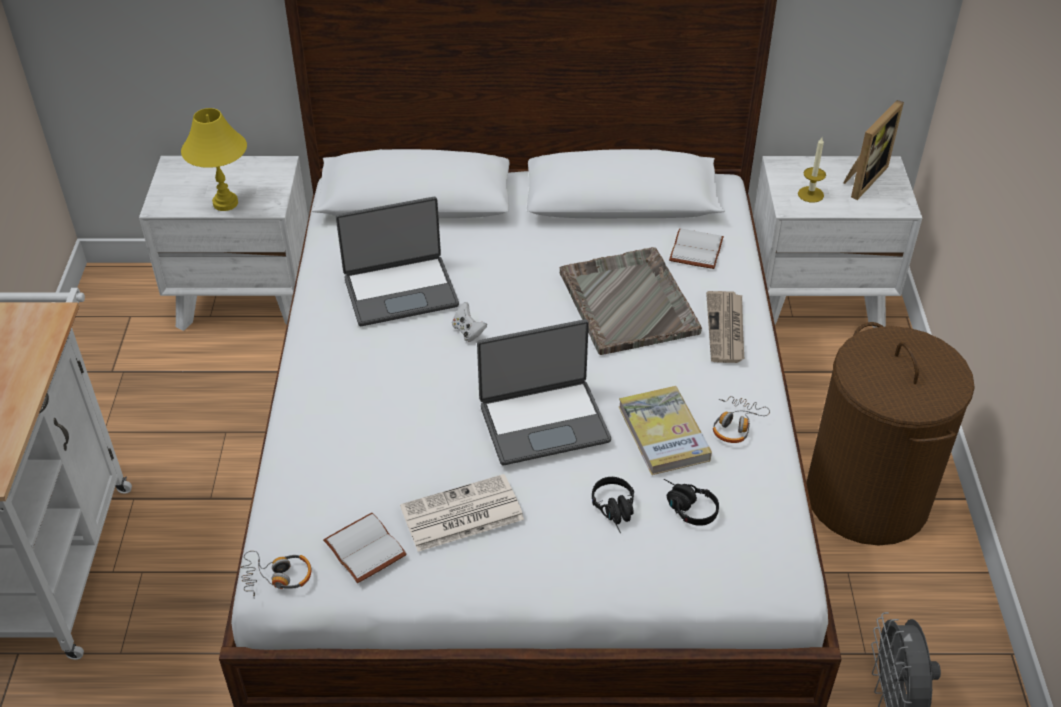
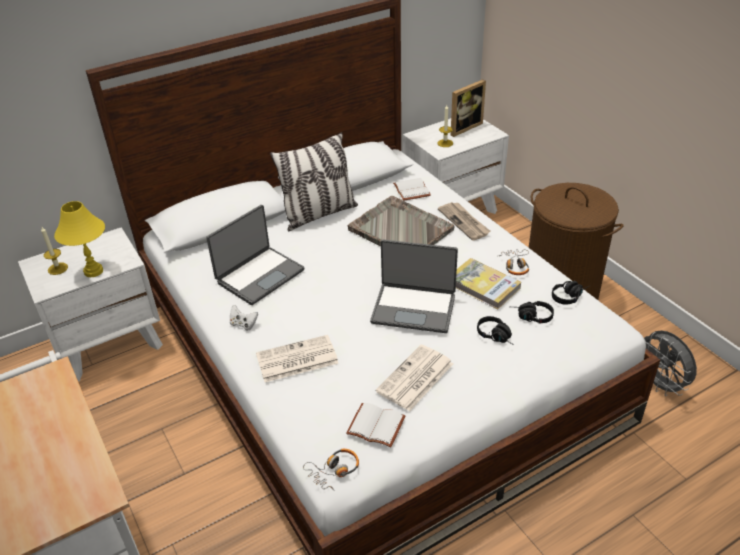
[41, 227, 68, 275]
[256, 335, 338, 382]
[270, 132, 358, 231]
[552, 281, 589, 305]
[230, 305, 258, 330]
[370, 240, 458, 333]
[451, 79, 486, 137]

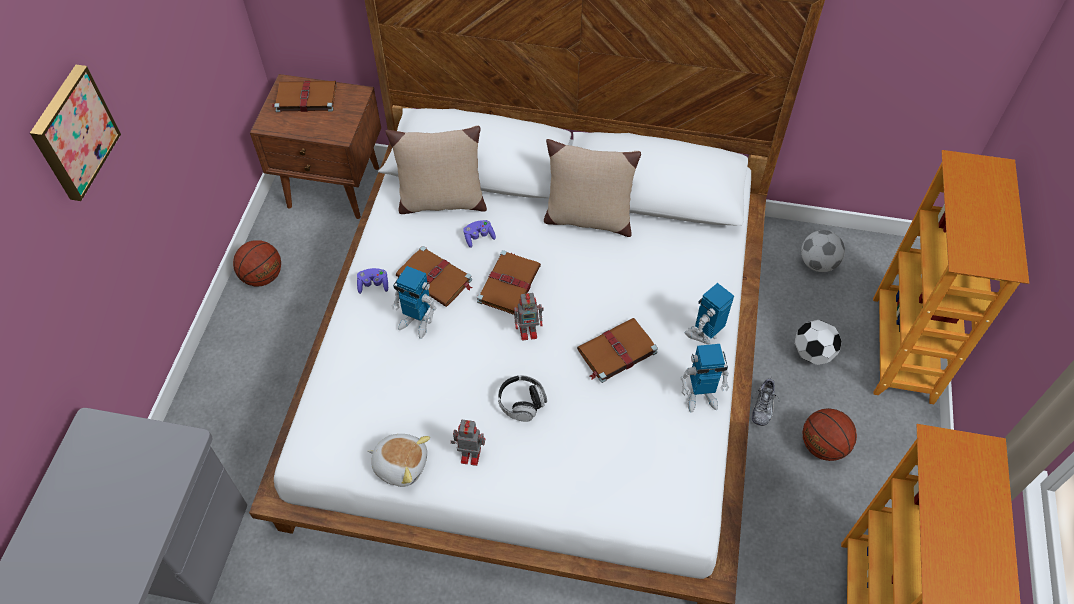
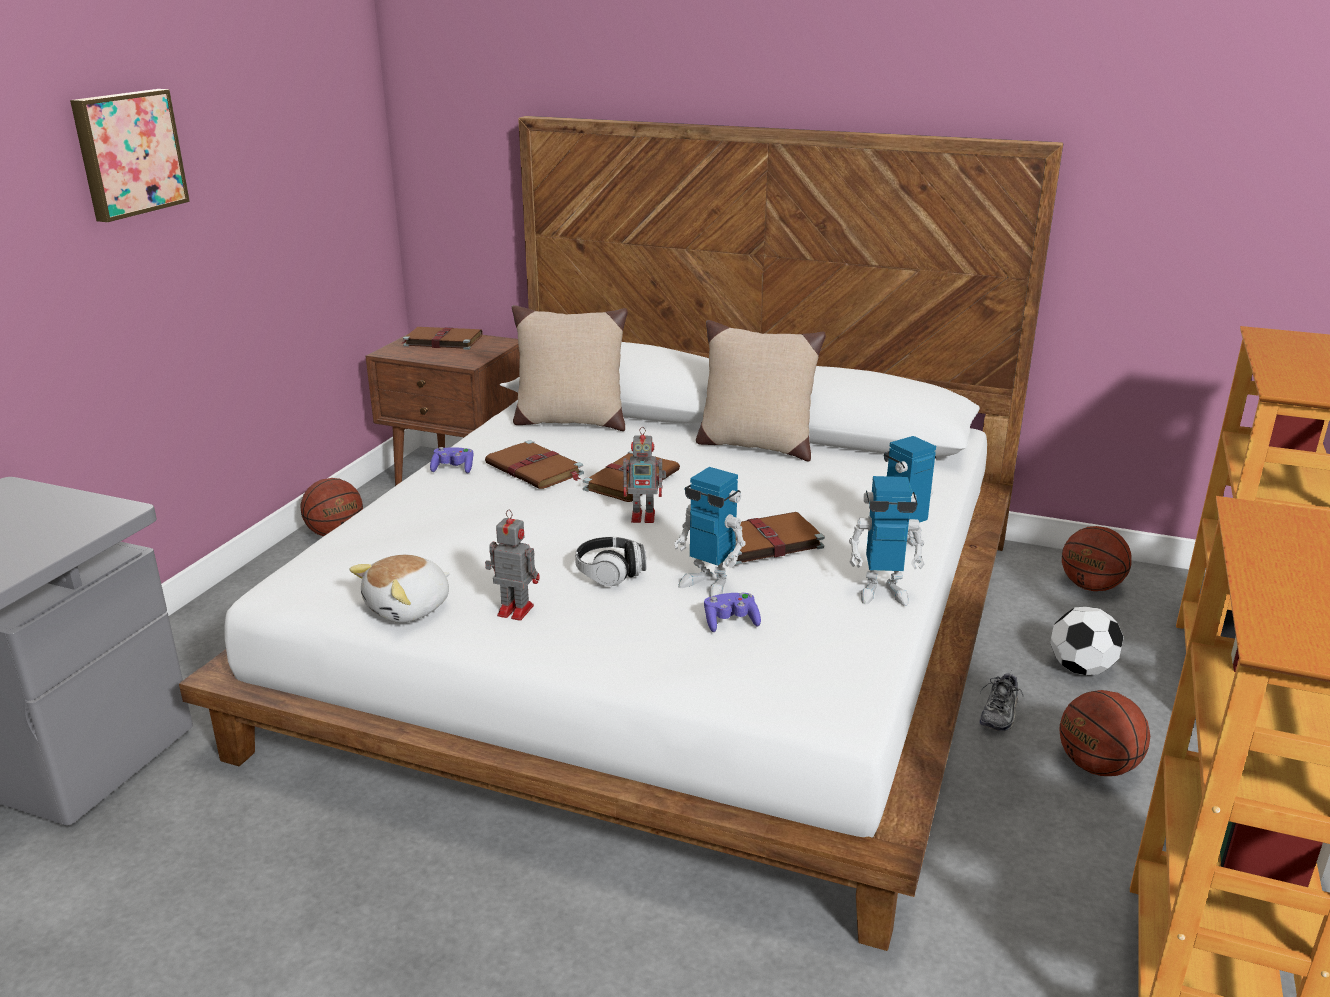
[674, 467, 746, 597]
[704, 593, 761, 632]
[1062, 526, 1132, 591]
[349, 555, 450, 623]

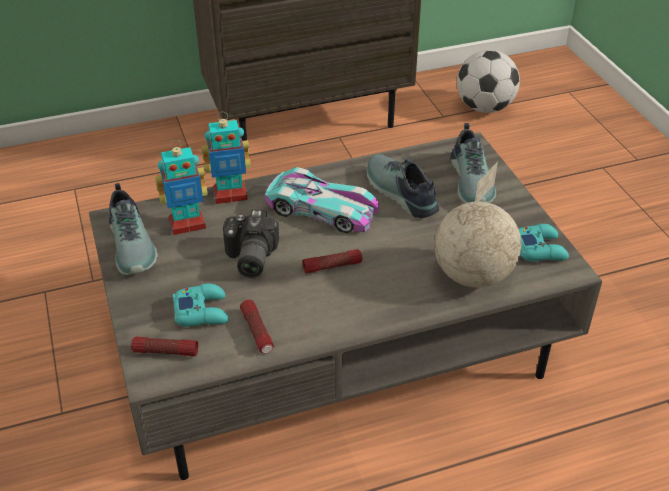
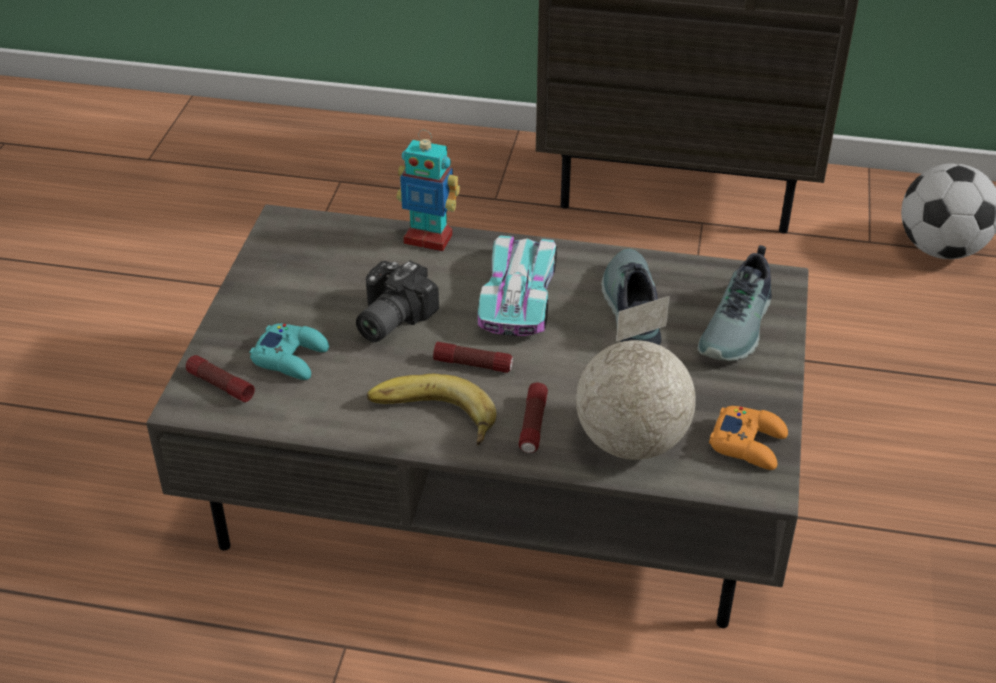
[109, 183, 158, 275] (first image)
[155, 140, 208, 235] (first image)
[367, 374, 496, 445]
[519, 382, 548, 453]
[709, 406, 788, 470]
[478, 235, 557, 336]

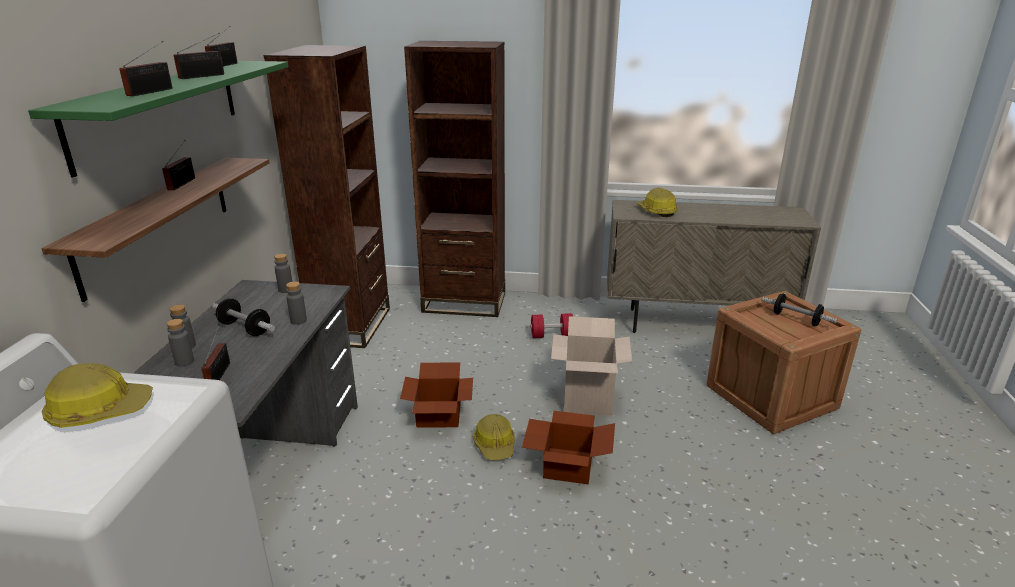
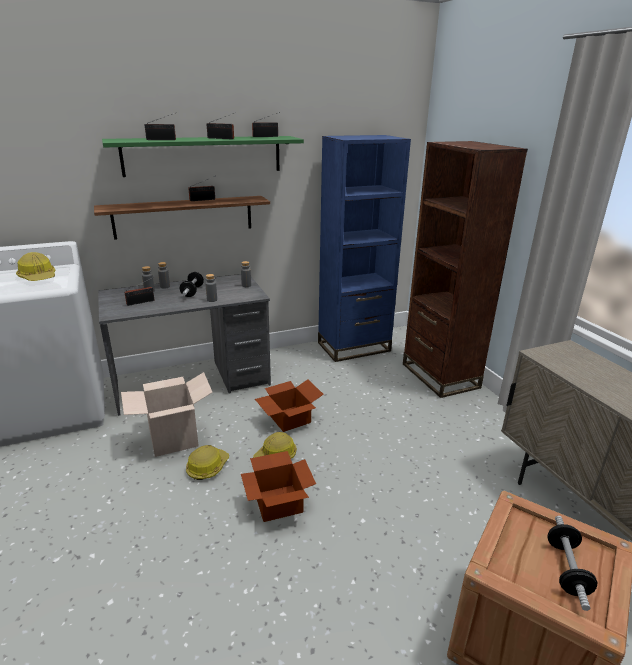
[530, 313, 573, 338] (first image)
[121, 372, 213, 457]
[186, 445, 229, 480]
[318, 135, 411, 362]

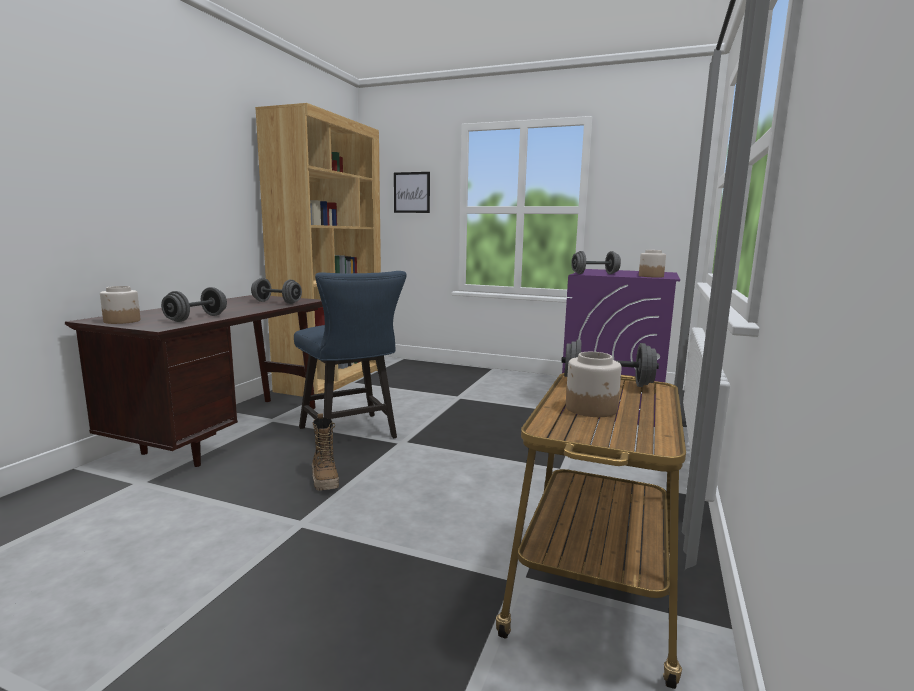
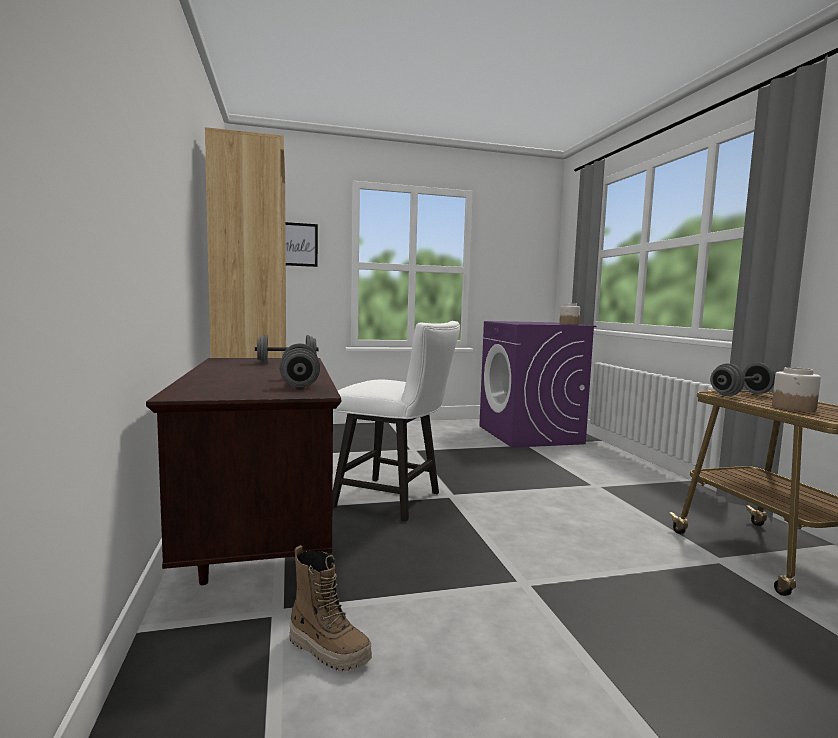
[100, 286, 140, 324] (first image)
[571, 251, 621, 274] (first image)
[289, 545, 372, 671]
[332, 321, 460, 522]

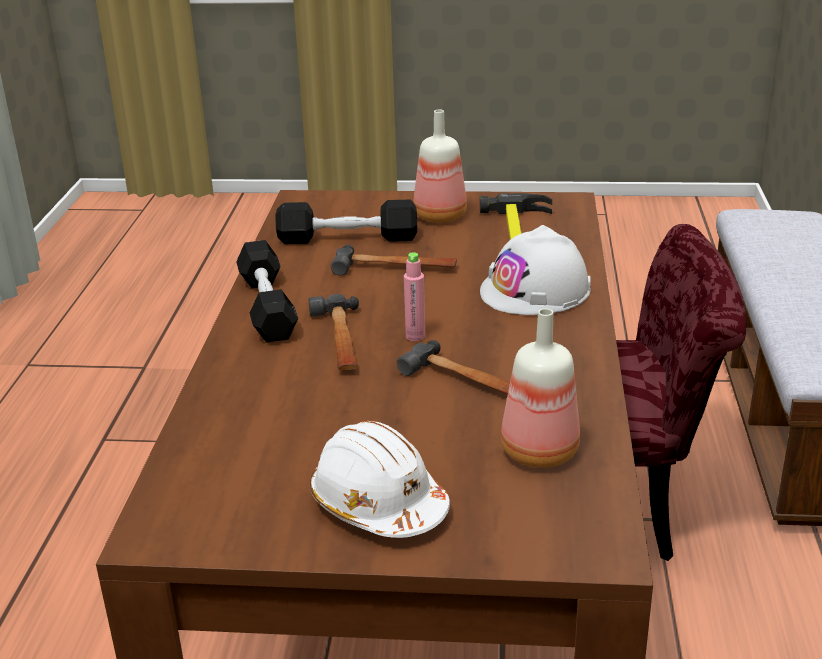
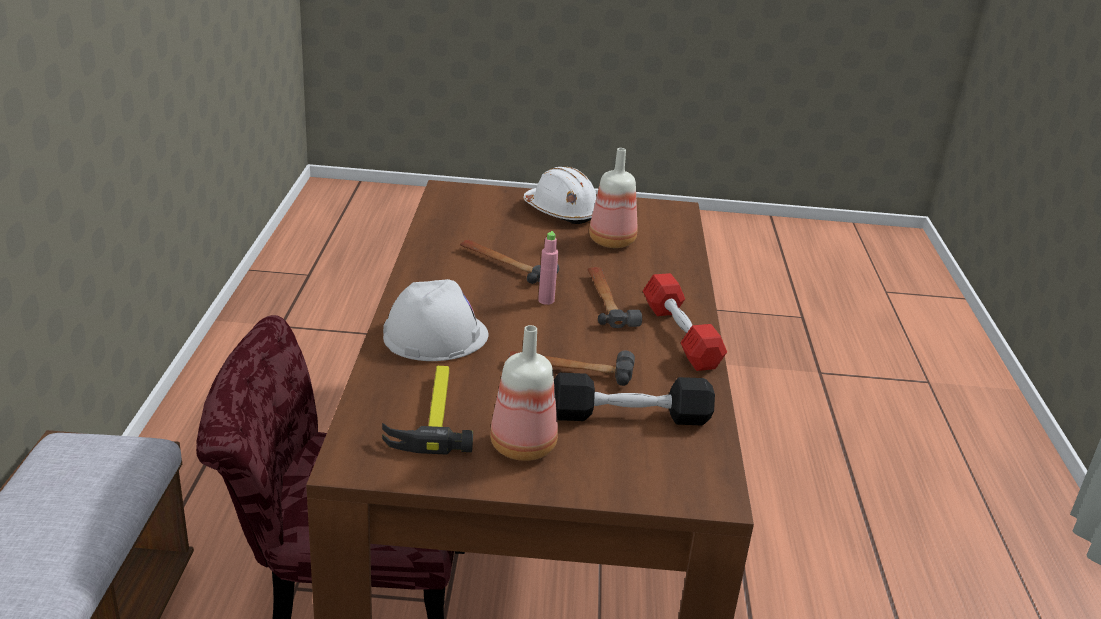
[589, 148, 637, 248]
[643, 273, 727, 371]

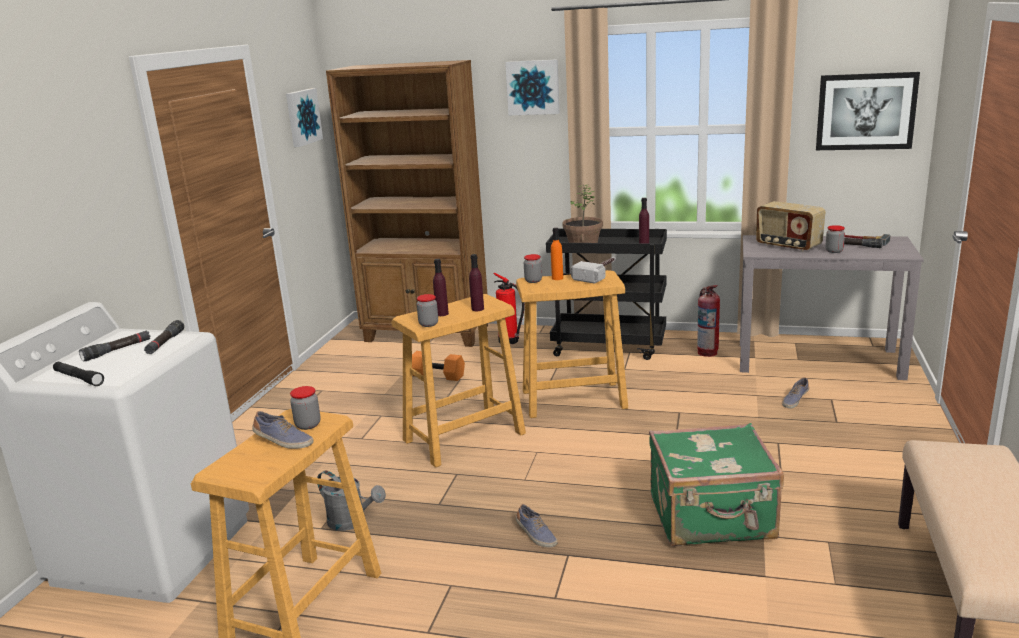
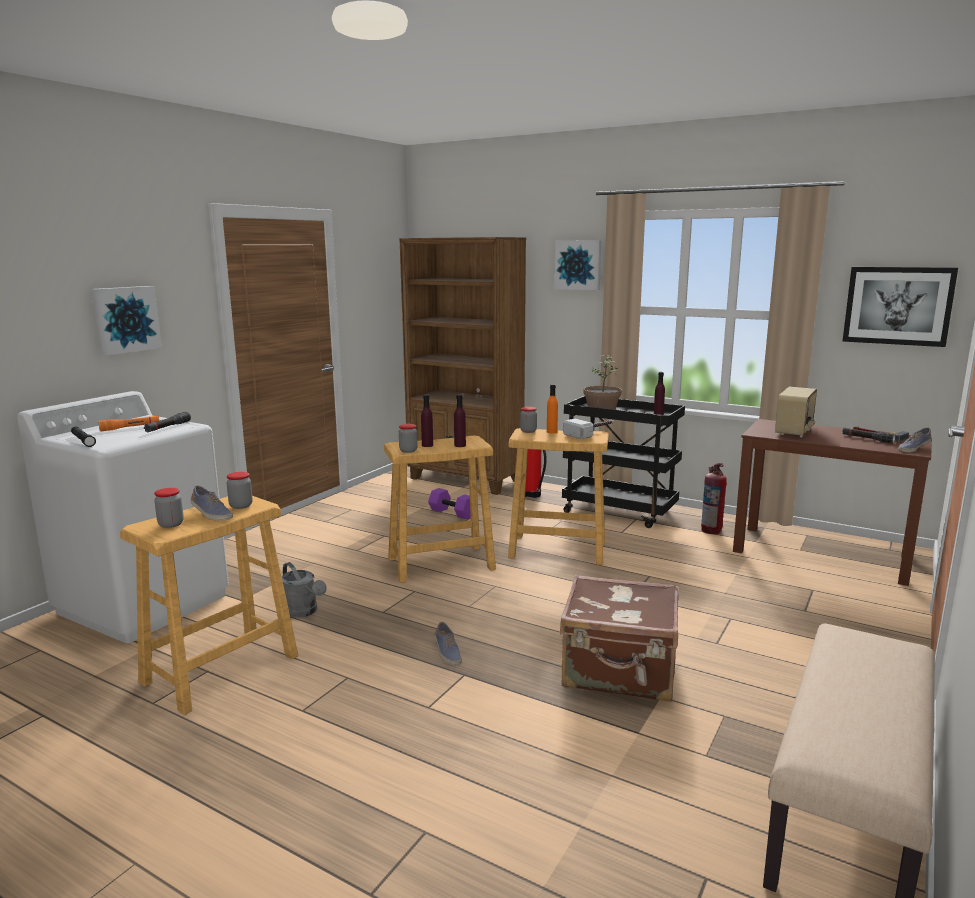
[91, 286, 162, 356]
[898, 427, 931, 453]
[154, 488, 184, 528]
[98, 416, 160, 431]
[428, 488, 471, 519]
[560, 575, 679, 702]
[733, 419, 932, 586]
[775, 387, 817, 437]

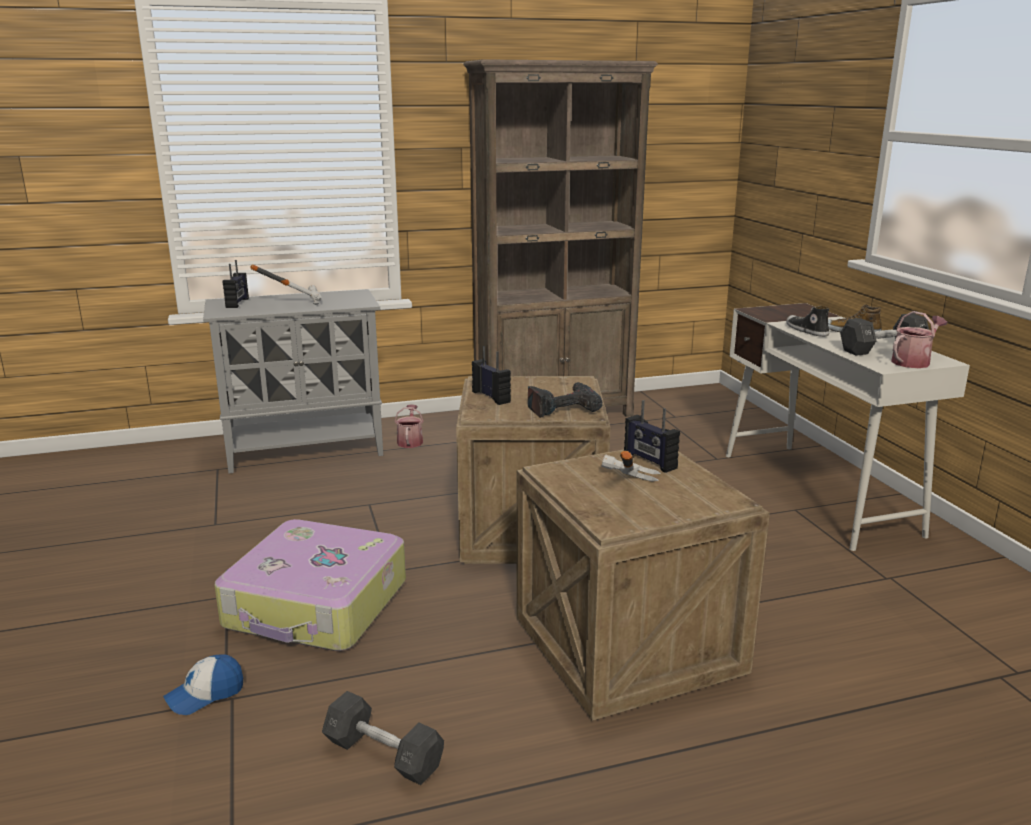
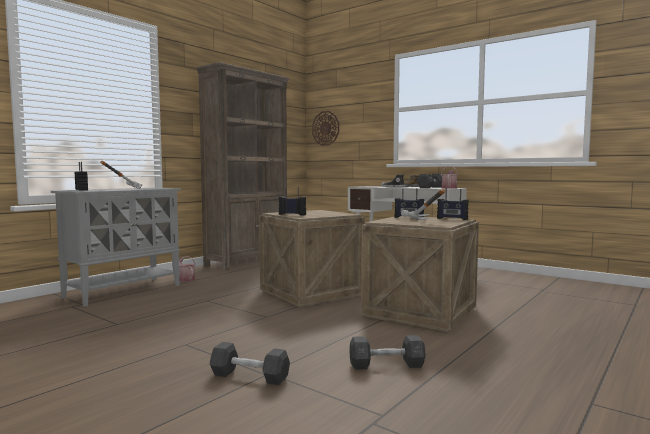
[215, 519, 406, 651] (first image)
[528, 382, 602, 418] (first image)
[312, 111, 339, 146]
[437, 189, 469, 220]
[210, 342, 290, 385]

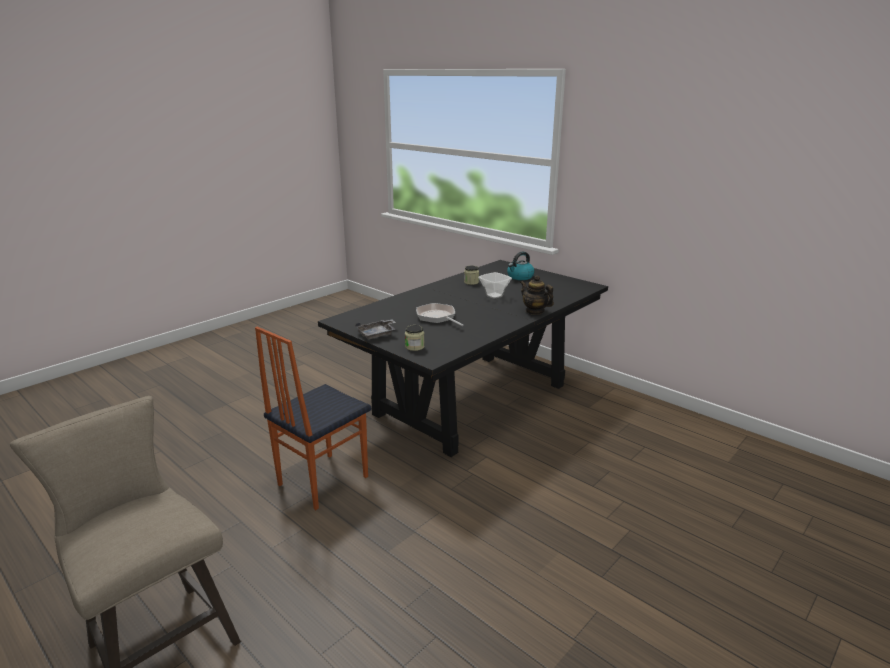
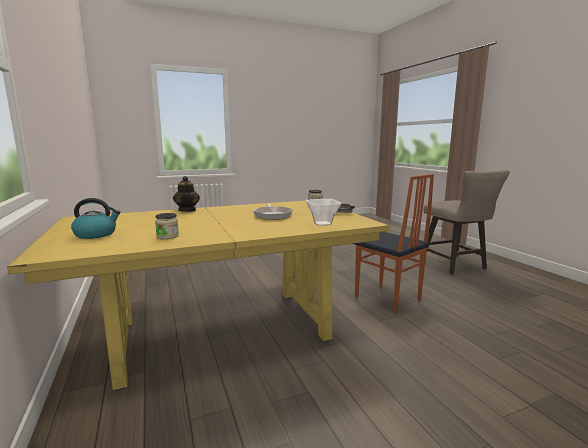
[306, 199, 341, 226]
[7, 200, 389, 390]
[354, 174, 434, 314]

